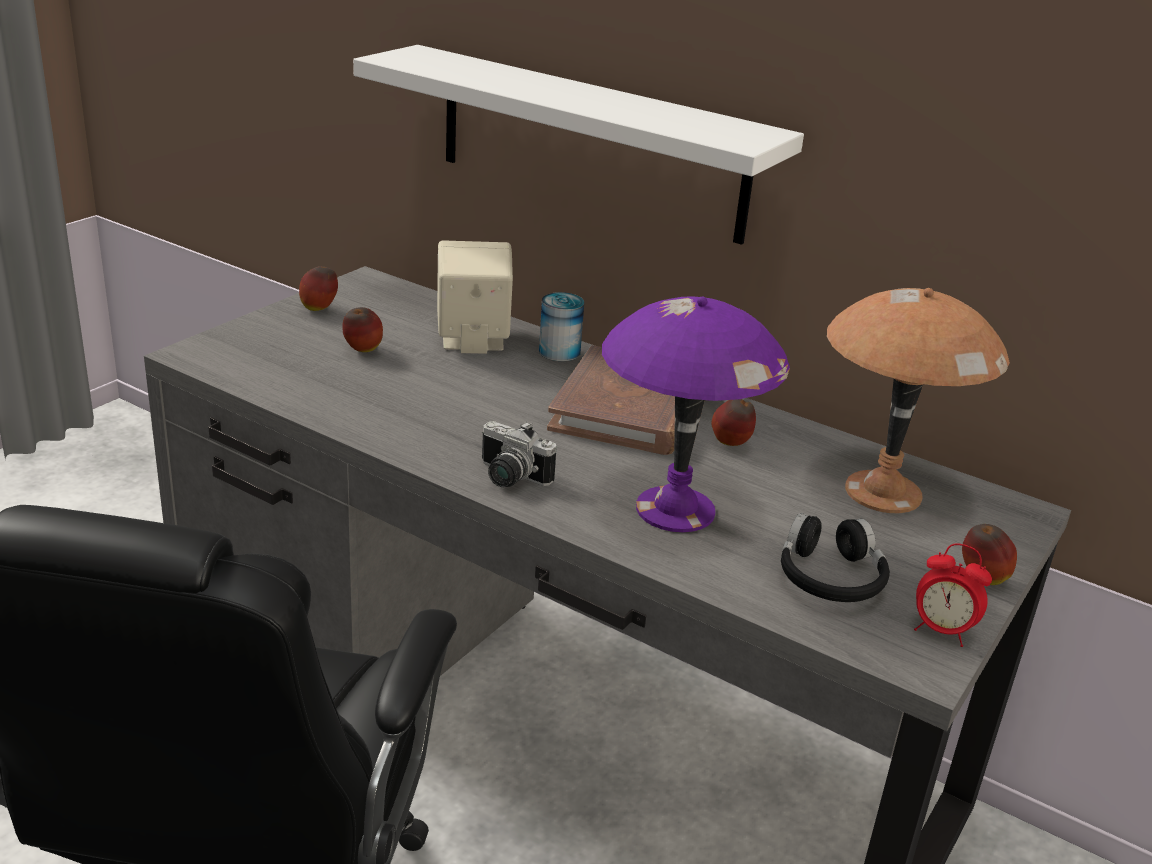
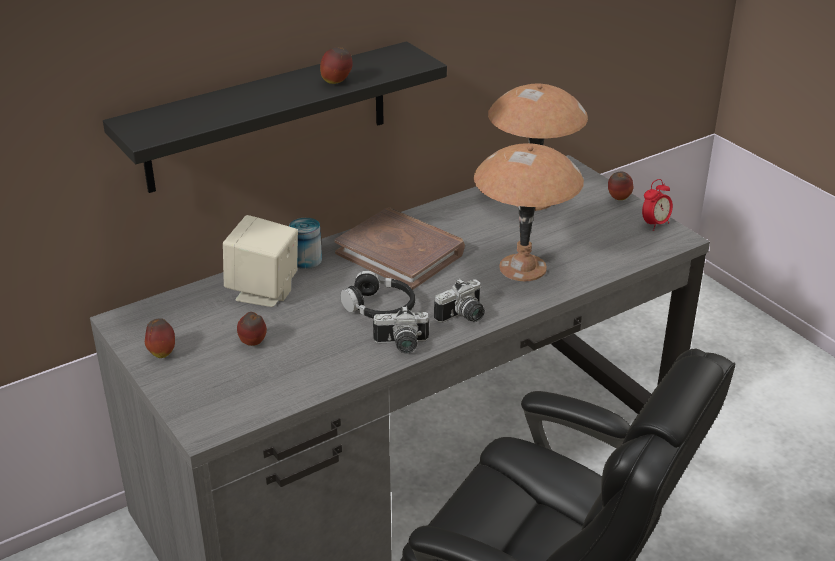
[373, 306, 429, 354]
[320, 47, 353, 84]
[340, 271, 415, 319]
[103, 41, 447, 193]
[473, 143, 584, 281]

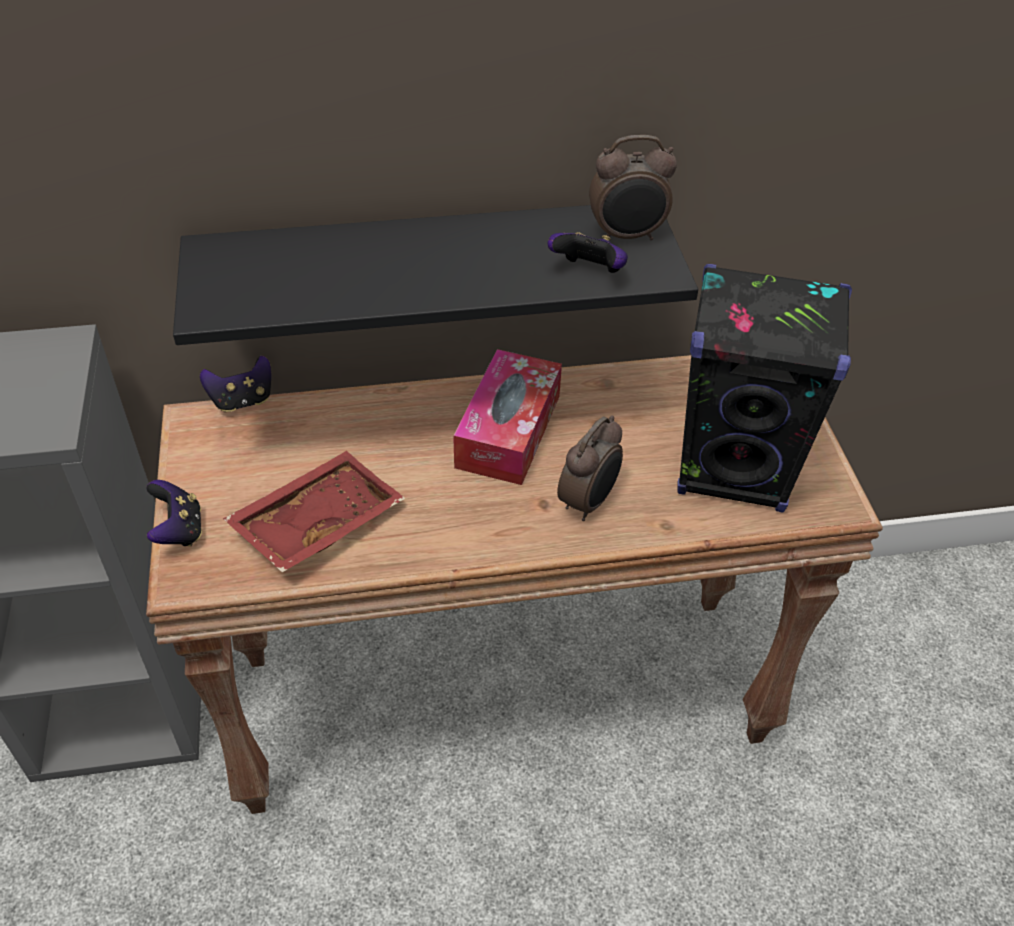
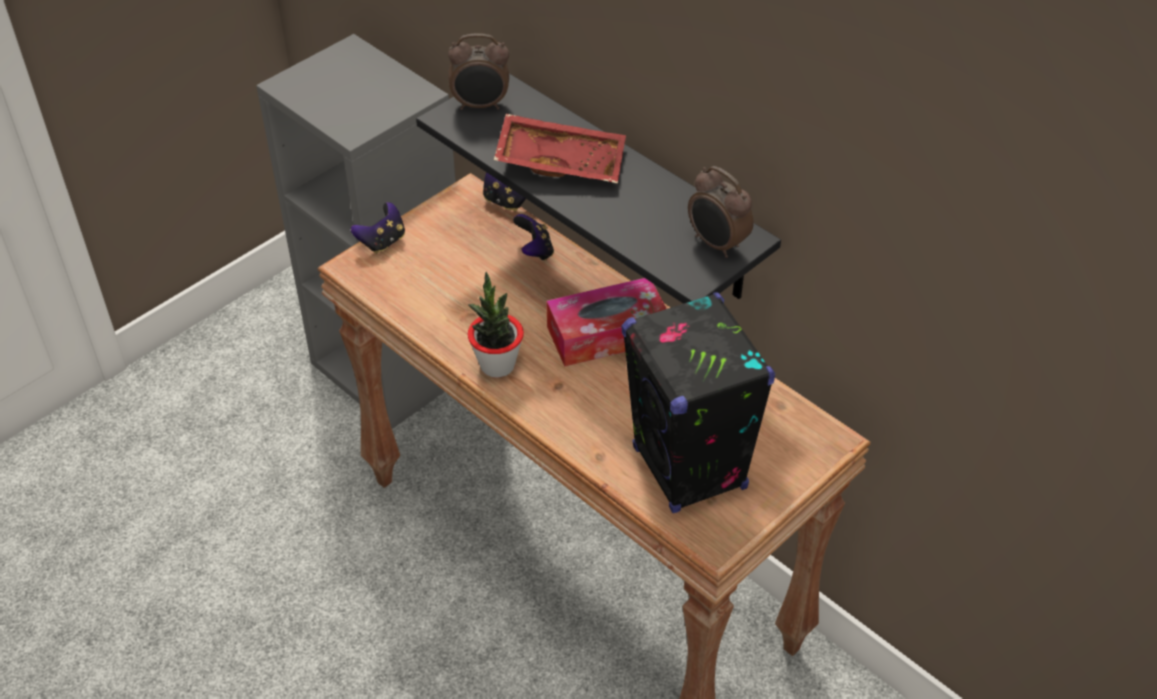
[468, 272, 524, 378]
[494, 114, 626, 183]
[513, 214, 554, 261]
[448, 33, 509, 110]

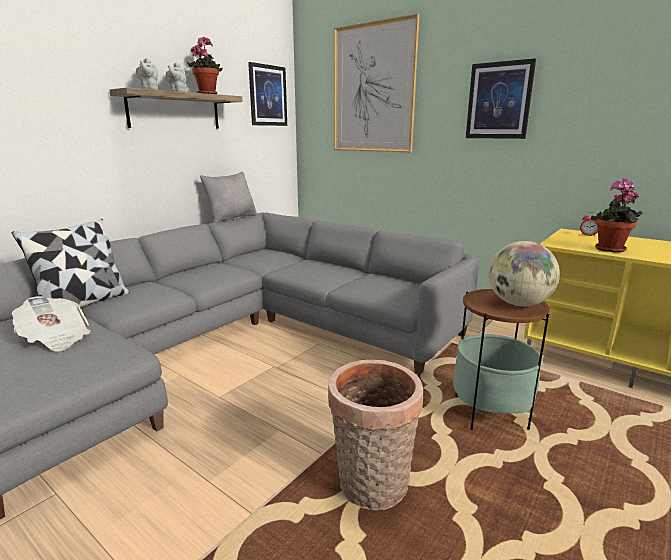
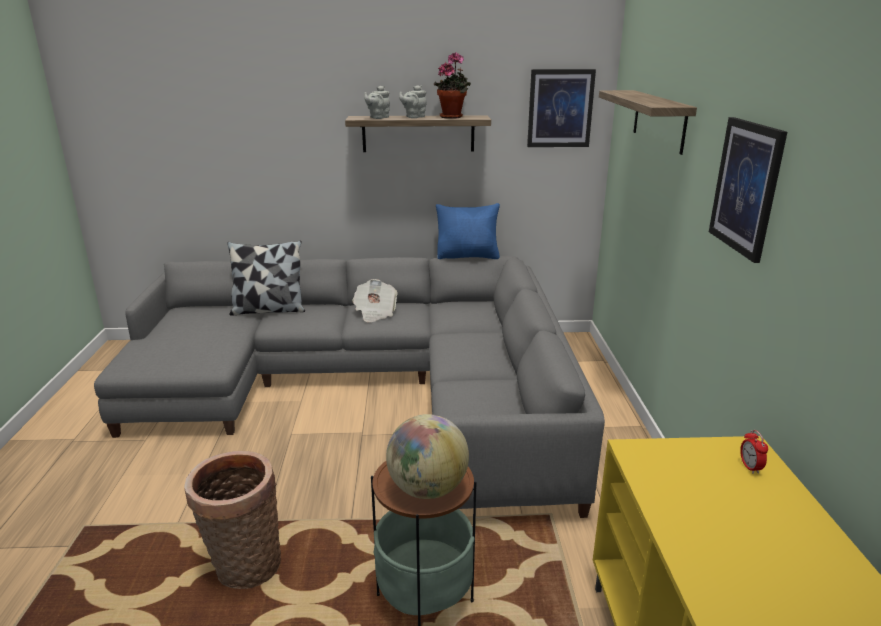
[591, 178, 642, 253] (first image)
[352, 279, 398, 322]
[599, 90, 697, 155]
[436, 203, 500, 259]

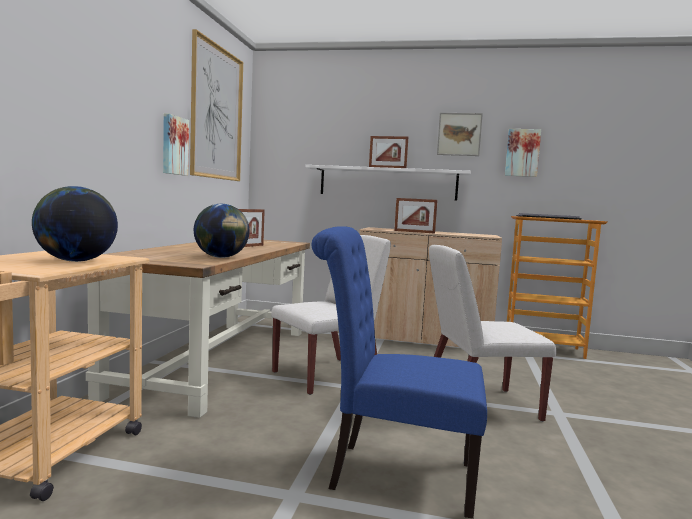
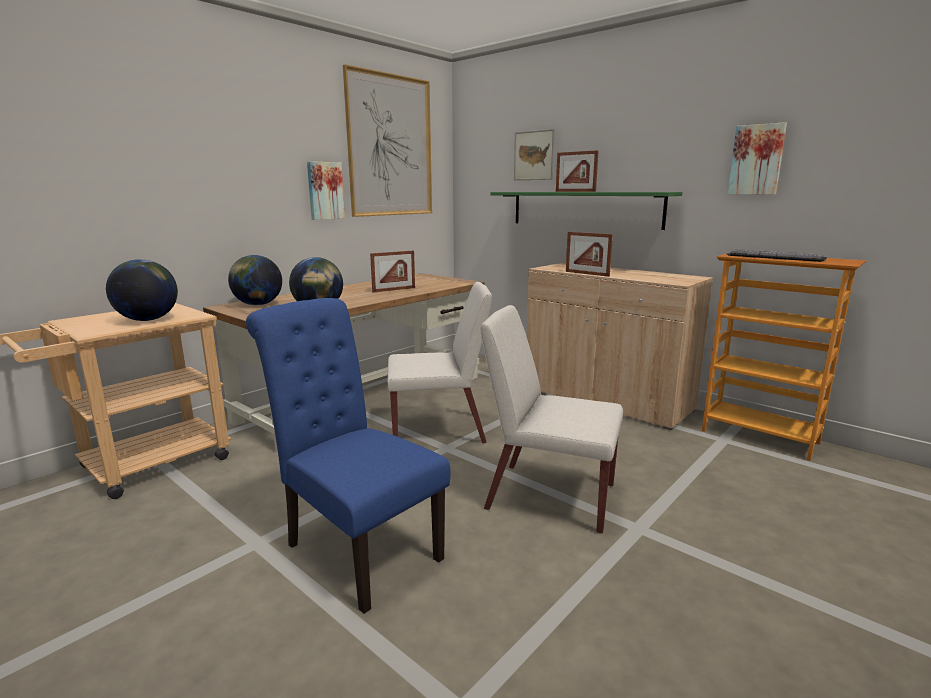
[228, 255, 282, 305]
[514, 129, 555, 180]
[490, 192, 682, 230]

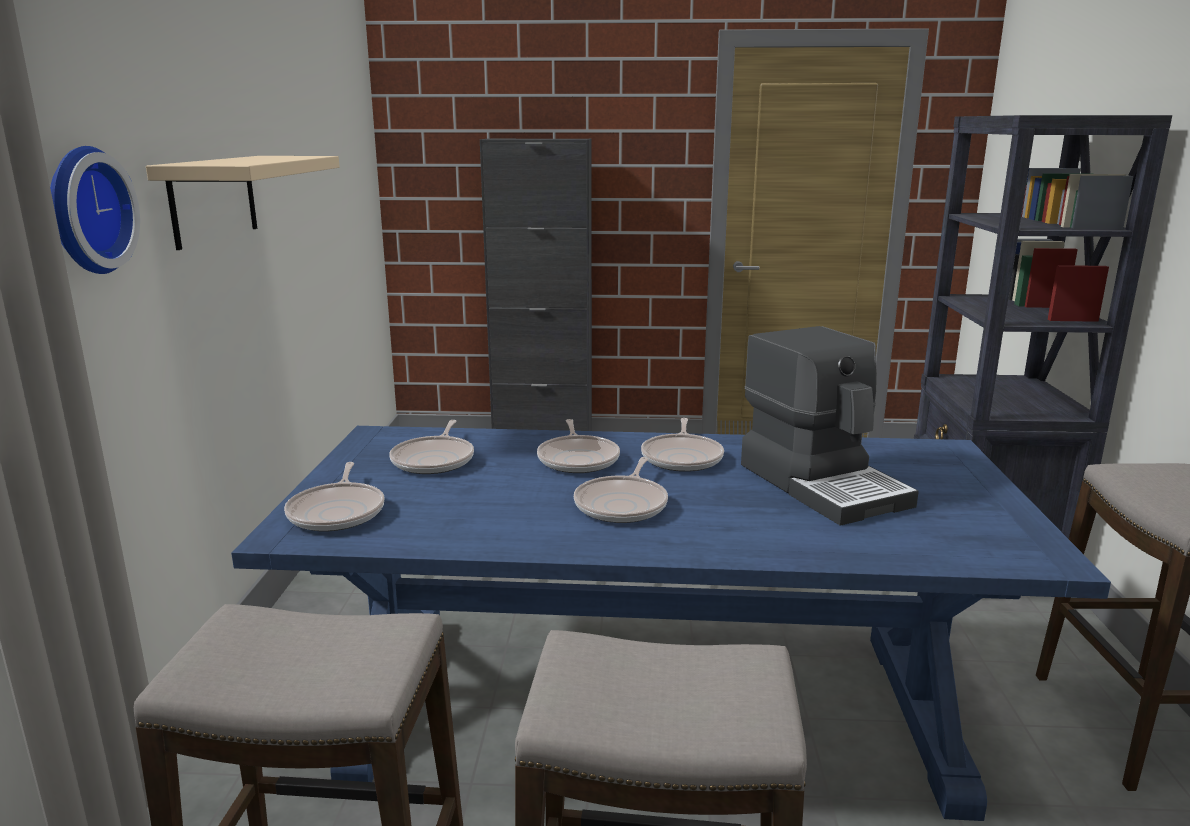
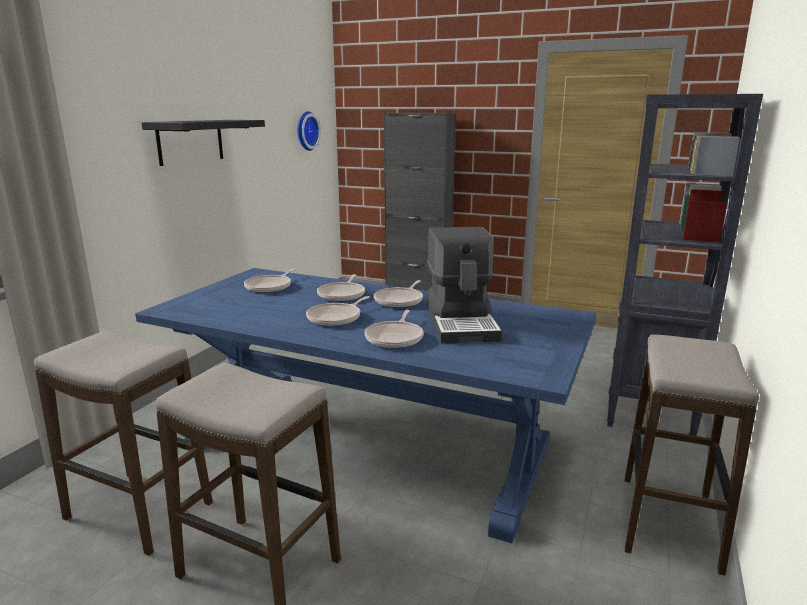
[297, 111, 321, 151]
[365, 310, 424, 348]
[141, 120, 265, 166]

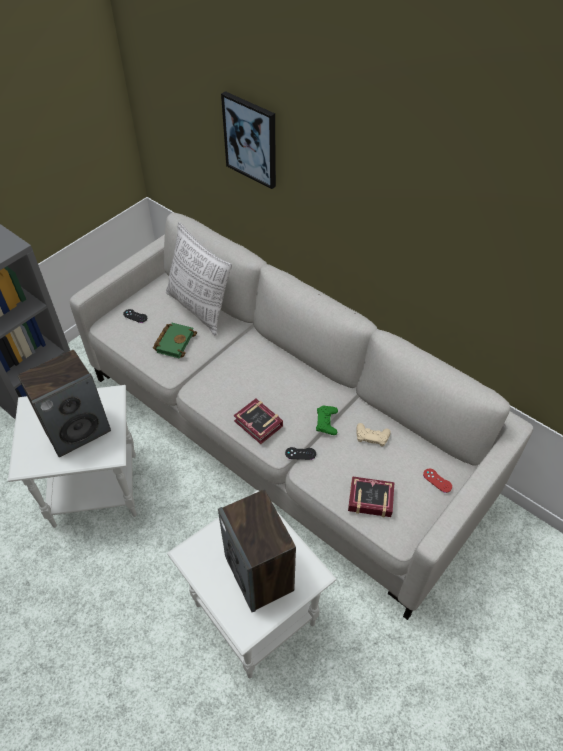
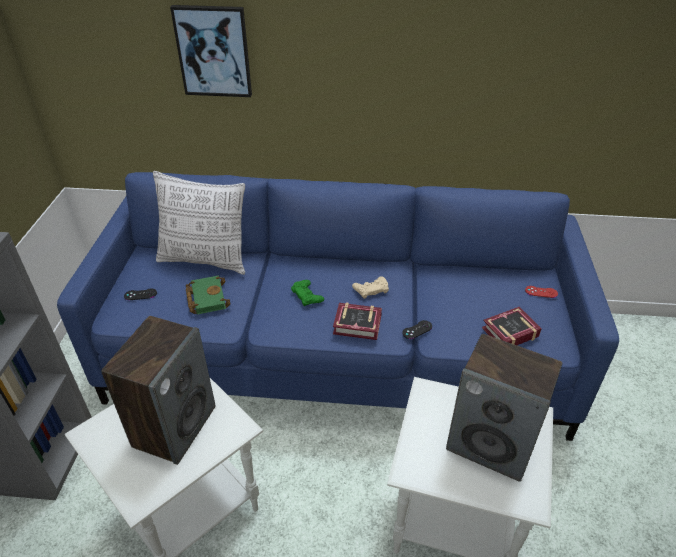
[291, 280, 324, 306]
[352, 276, 389, 299]
[57, 172, 619, 441]

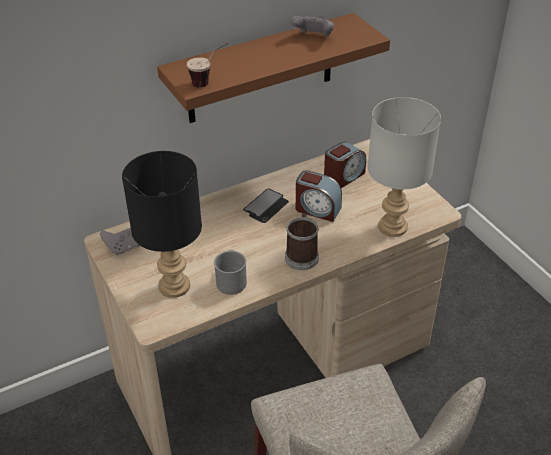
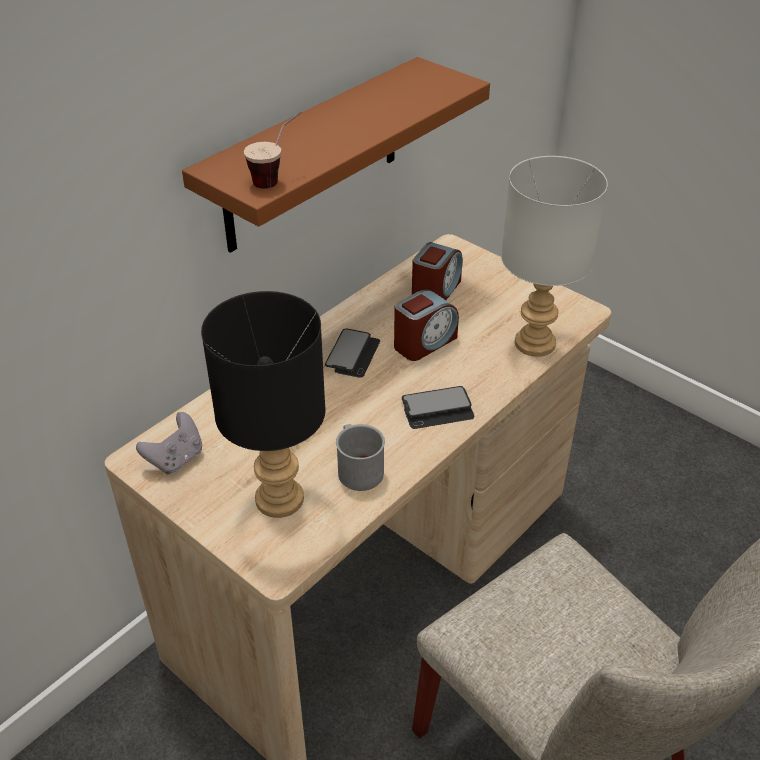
[291, 16, 334, 37] (first image)
[402, 386, 474, 429]
[394, 290, 459, 361]

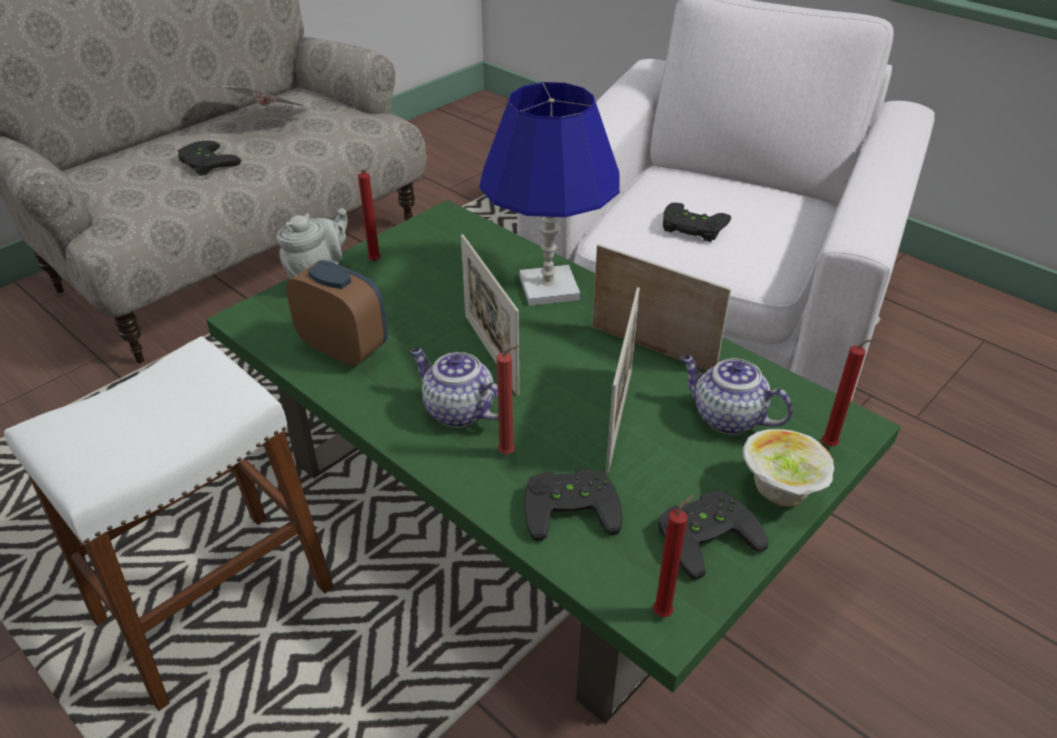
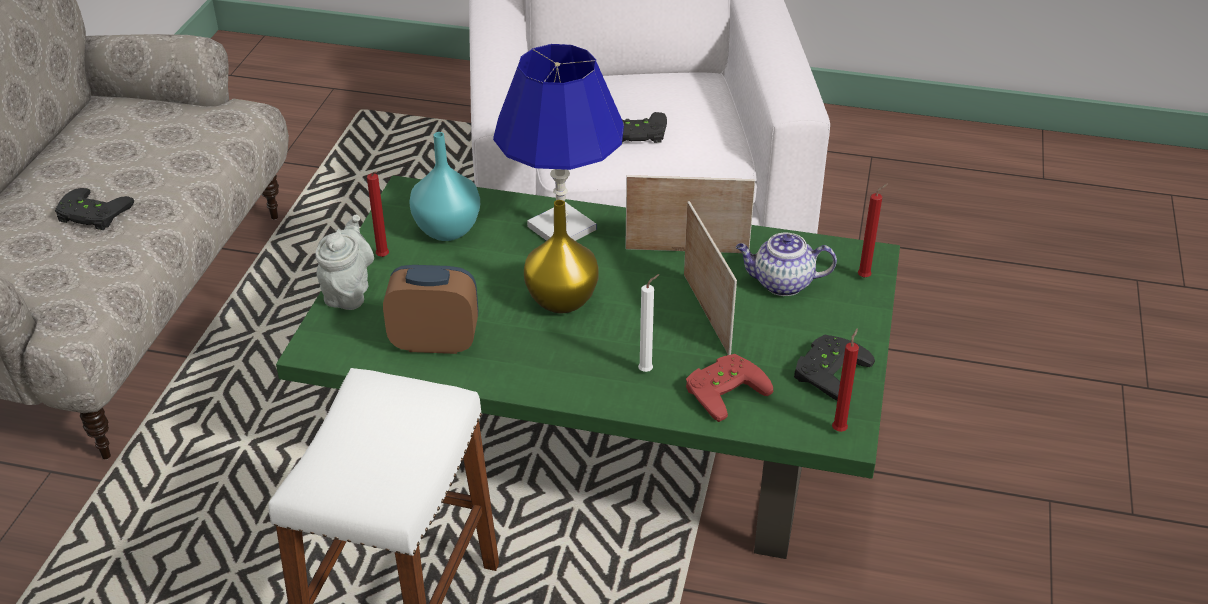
[211, 86, 313, 107] (first image)
[410, 348, 498, 428] (first image)
[743, 429, 834, 507] (first image)
[409, 132, 480, 241]
[524, 200, 599, 313]
[638, 274, 659, 372]
[686, 354, 773, 422]

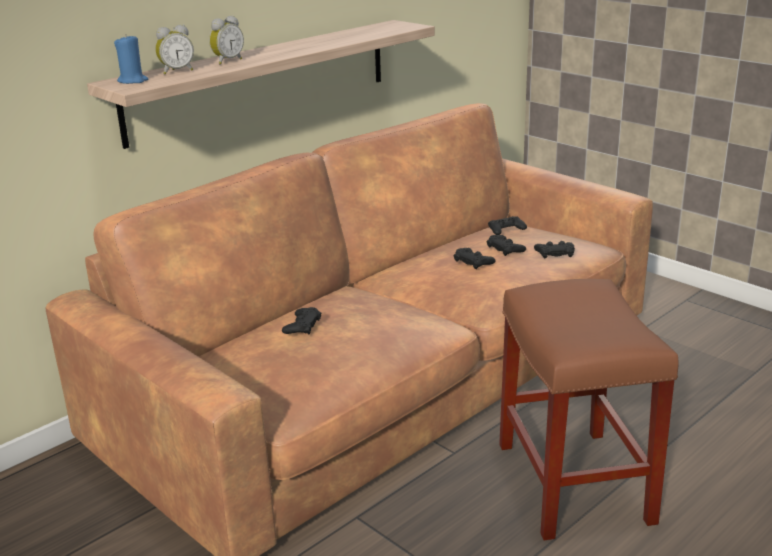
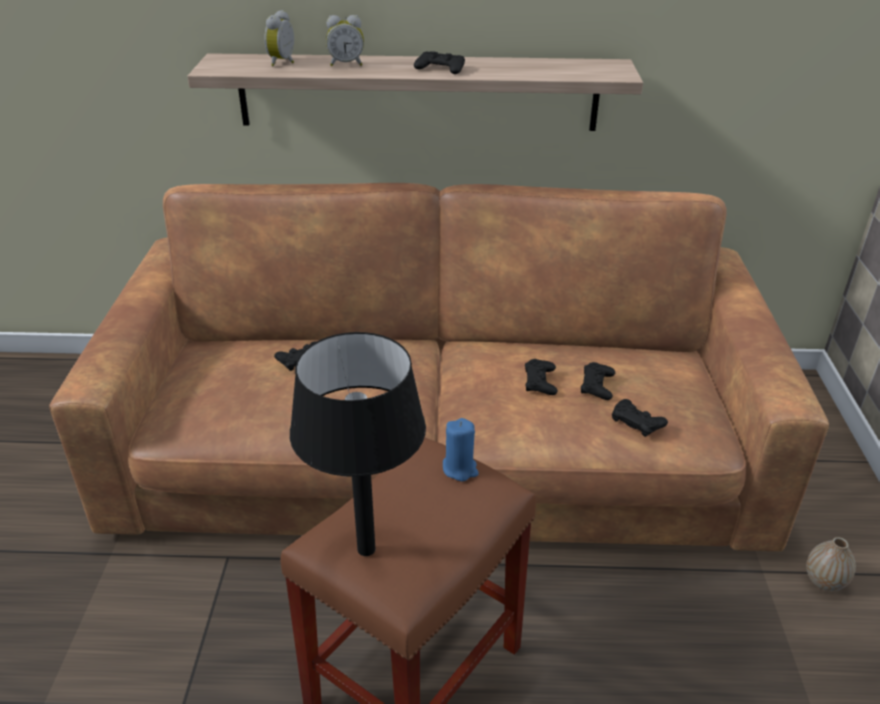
[290, 332, 426, 556]
[806, 537, 856, 591]
[443, 418, 479, 482]
[414, 51, 465, 74]
[264, 10, 294, 67]

